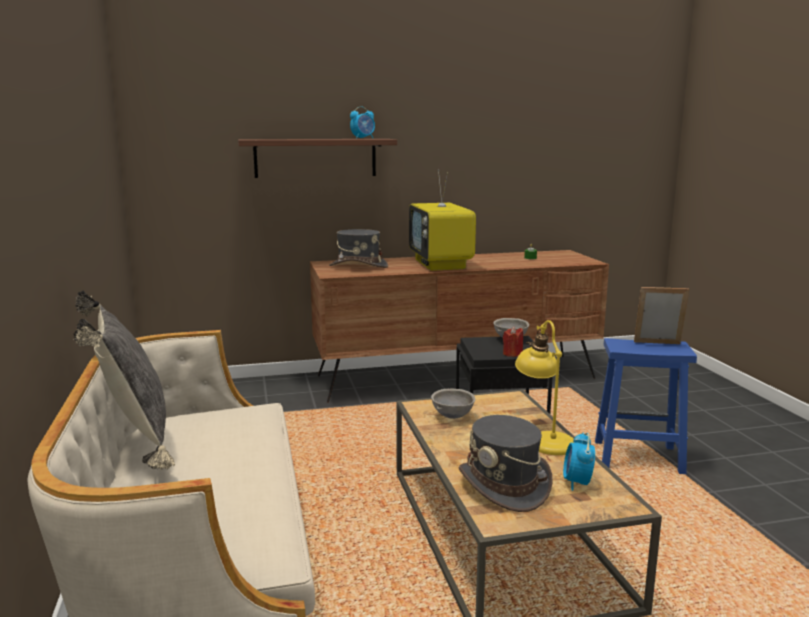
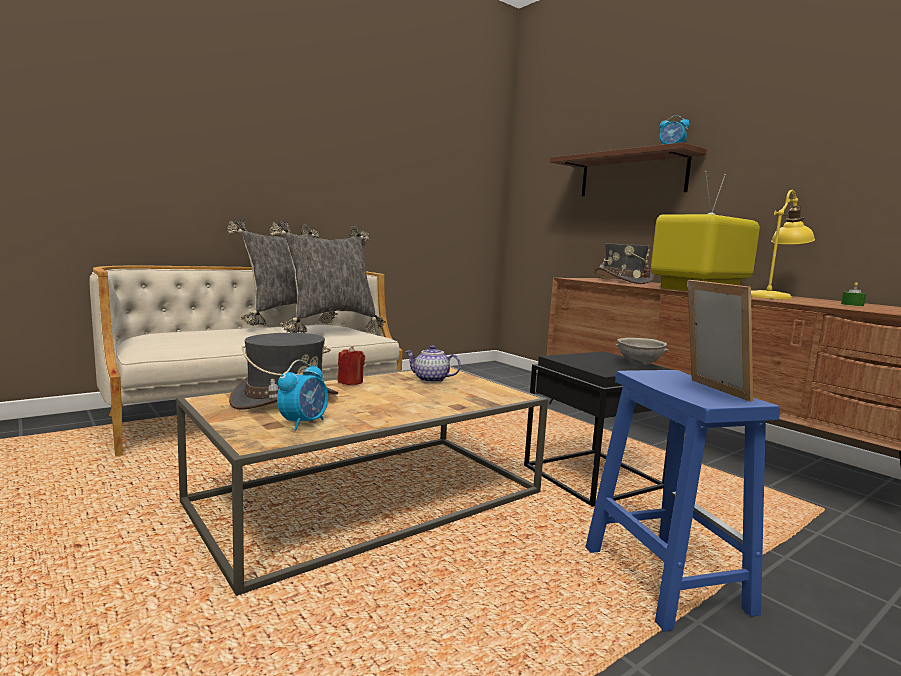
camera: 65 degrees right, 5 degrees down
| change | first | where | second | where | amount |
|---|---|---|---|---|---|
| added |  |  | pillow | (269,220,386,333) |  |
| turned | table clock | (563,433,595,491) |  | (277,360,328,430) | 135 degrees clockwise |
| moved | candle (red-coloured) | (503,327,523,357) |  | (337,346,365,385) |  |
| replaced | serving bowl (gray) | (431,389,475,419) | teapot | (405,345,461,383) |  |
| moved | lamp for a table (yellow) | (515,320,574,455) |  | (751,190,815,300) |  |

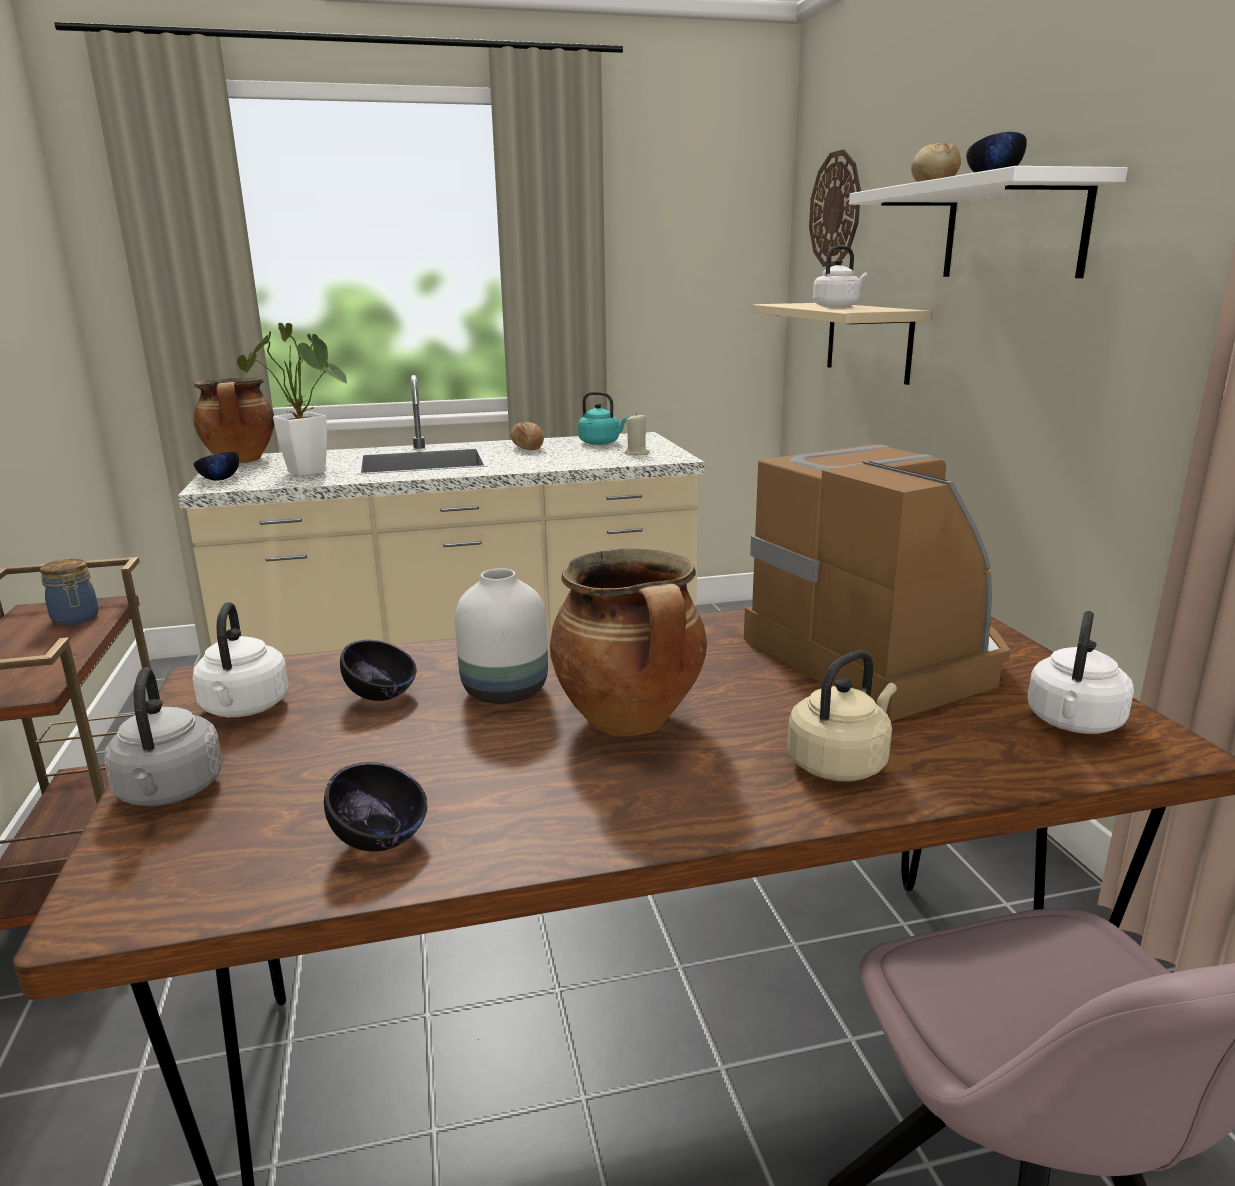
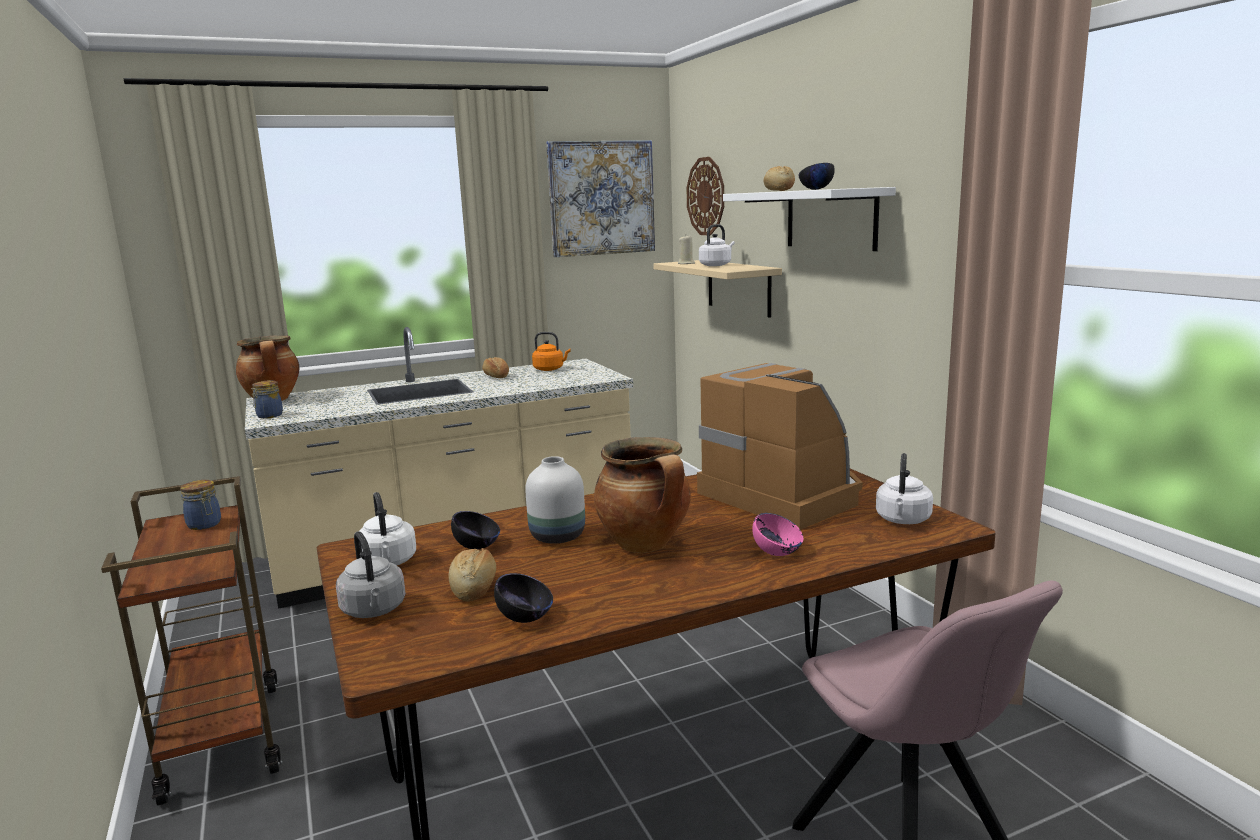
camera: 10 degrees left, 5 degrees down
| change | first | where | second | where | amount |
|---|---|---|---|---|---|
| replaced | serving bowl (black-coloured) | (193,452,239,481) | preserve jar | (251,381,283,418) |  |
| added |  |  | bread | (448,548,496,602) |  |
| recoloured | tea kettle (turquoise-coloured) | (578,392,629,445) | tea kettle (orange) | (532,332,570,371) |  |
| added |  |  | wall picture | (546,140,655,257) |  |
| moved | candle (sand-coloured) | (624,413,650,455) |  | (678,235,695,264) |  |
| replaced | tea kettle (sand-coloured) | (787,650,897,782) | serving bowl (pinkish) | (752,513,803,556) |  |
| removed | houseplant | (237,323,348,476) |  |  |  |

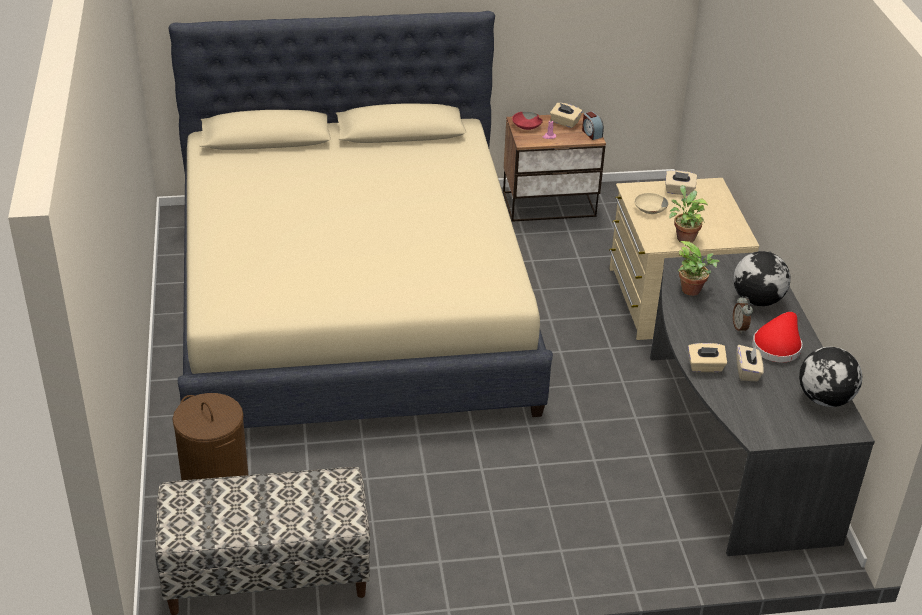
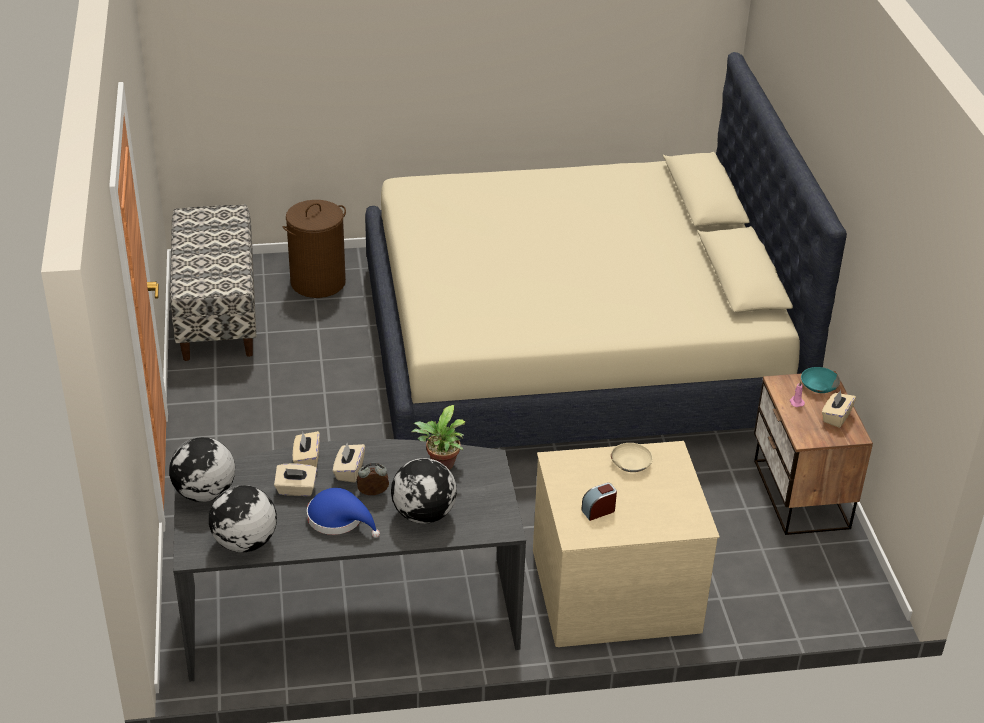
camera: 90 degrees right, 0 degrees up
| change | first | where | second | where | amount |
|---|---|---|---|---|---|
| added |  |  | desk globe | (169,437,235,502) |  |
| recoloured | hat (red-coloured) | (752,312,802,362) | hat (blue-coloured) | (307,488,380,538) |  |
| moved | box of tissues (sand-coloured) | (665,170,697,196) |  | (333,443,365,483) |  |
| moved | table clock | (582,111,604,140) |  | (581,483,617,521) |  |
| recoloured | serving bowl (red-coloured) | (512,111,543,130) | serving bowl (turquoise-coloured) | (801,367,840,393) |  |
| removed | houseplant | (669,185,708,243) |  |  |  |

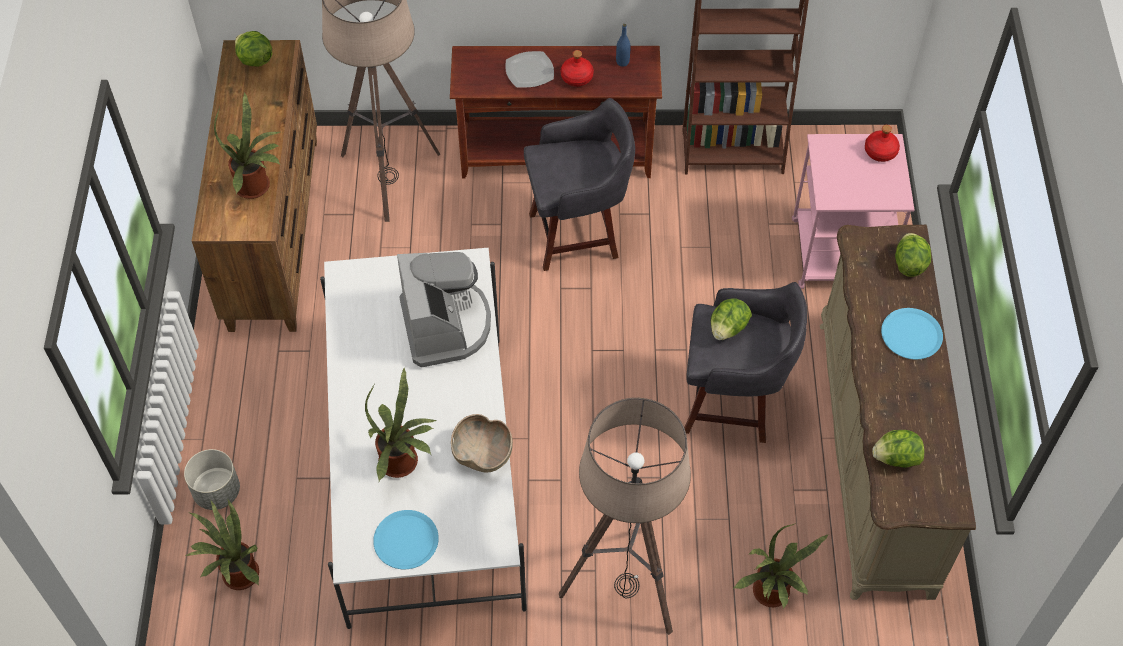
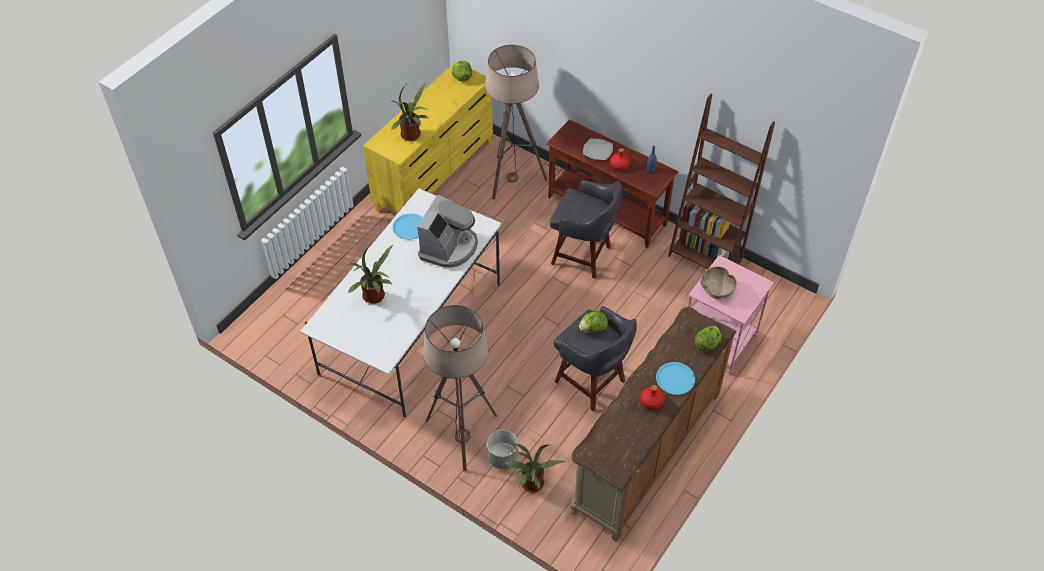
camera: 35 degrees right, 5 degrees down
| change | first | where | second | where | amount |
|---|---|---|---|---|---|
| recoloured | drawer chest (brown-coloured) | (192,40,317,332) | drawer chest (yellow) | (363,62,493,214) |  |
| moved | plate (blue-coloured) | (373,510,439,569) |  | (393,214,423,240) |  |
| moved | flower pot (gray) | (184,449,240,510) |  | (487,430,518,469) |  |
| moved | bottle (red-coloured) | (865,125,900,162) |  | (640,385,665,410) |  |
| moved | serving bowl (brown-coloured) | (451,414,513,473) |  | (701,266,737,299) |  |
| removed | houseplant | (185,500,259,590) |  |  |  |
| removed | lettuce | (872,430,924,468) |  |  |  |

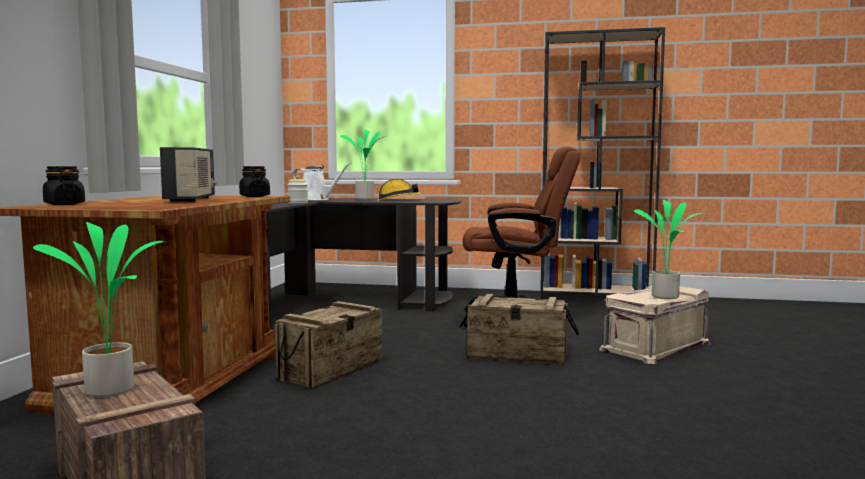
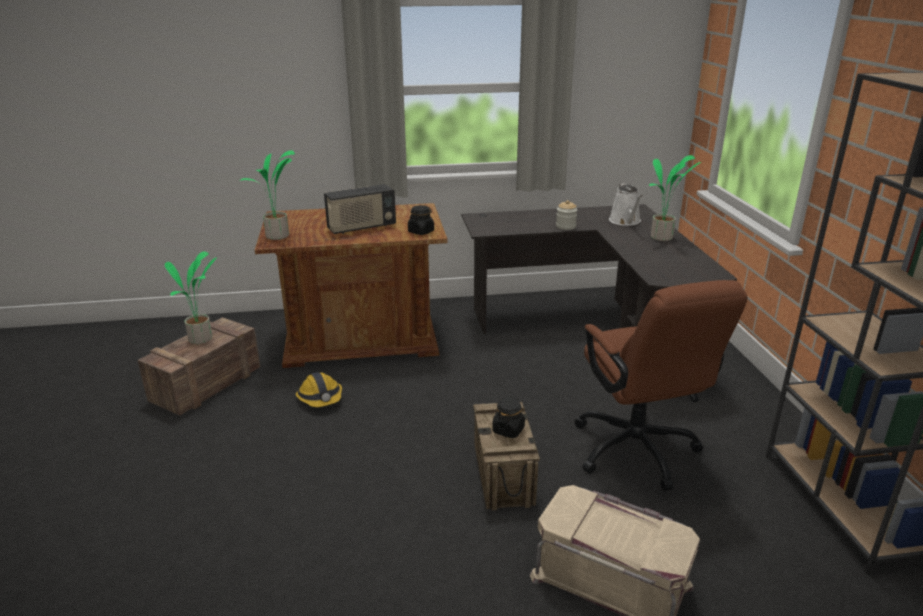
camera: 70 degrees right, 20 degrees up
| change | first | where | second | where | amount |
|---|---|---|---|---|---|
| moved | houseplant | (634,200,706,299) |  | (239,150,295,240) |  |
| moved | work helmet | (377,179,422,201) |  | (296,372,342,407) |  |
| moved | preserve jar (black-coloured) | (43,166,85,205) |  | (492,398,525,438) |  |
| removed | packing crate | (275,301,382,389) |  |  |  |

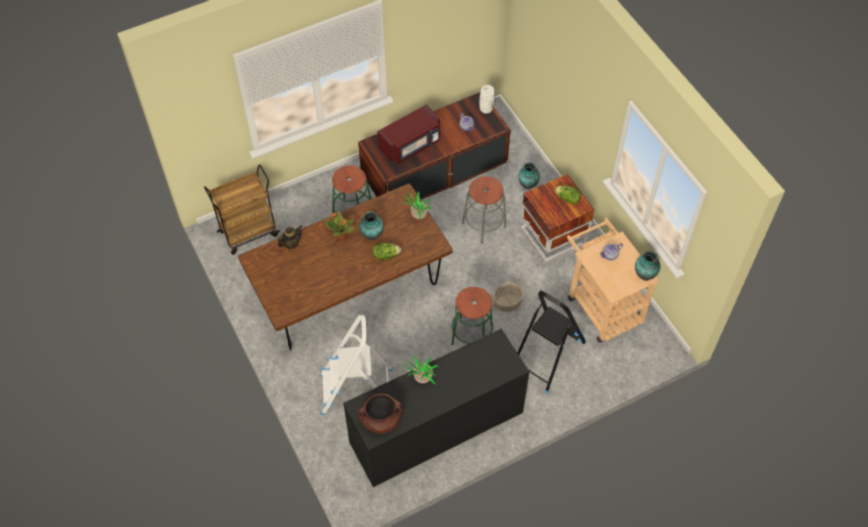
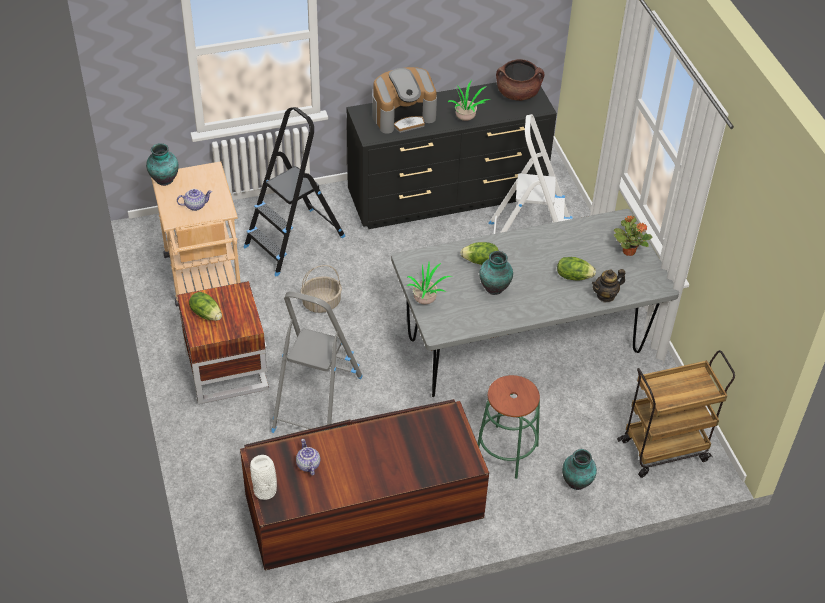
camera: 170 degrees left, 10 degrees down
| change | first | where | second | where | amount |
|---|---|---|---|---|---|
| replaced | sitting stool (gray) | (462,176,506,244) | stepladder (gray) | (271,291,363,433) |  |
| added |  |  | coffee brewer | (372,67,437,134) |  |
| recoloured | kitchen table (brown-coloured) | (238,184,453,350) | kitchen table (gray) | (391,209,679,397) |  |
| added |  |  | lettuce | (557,257,596,281) |  |
| moved | decorative vase | (518,162,540,189) |  | (562,449,597,490) |  |
| moved | houseplant | (325,212,354,239) |  | (614,216,653,256) |  |
| removed | microwave oven (red-coloured) | (377,104,440,164) |  |  |  |
| removed | sitting stool (green-coloured) | (451,287,493,345) |  |  |  |

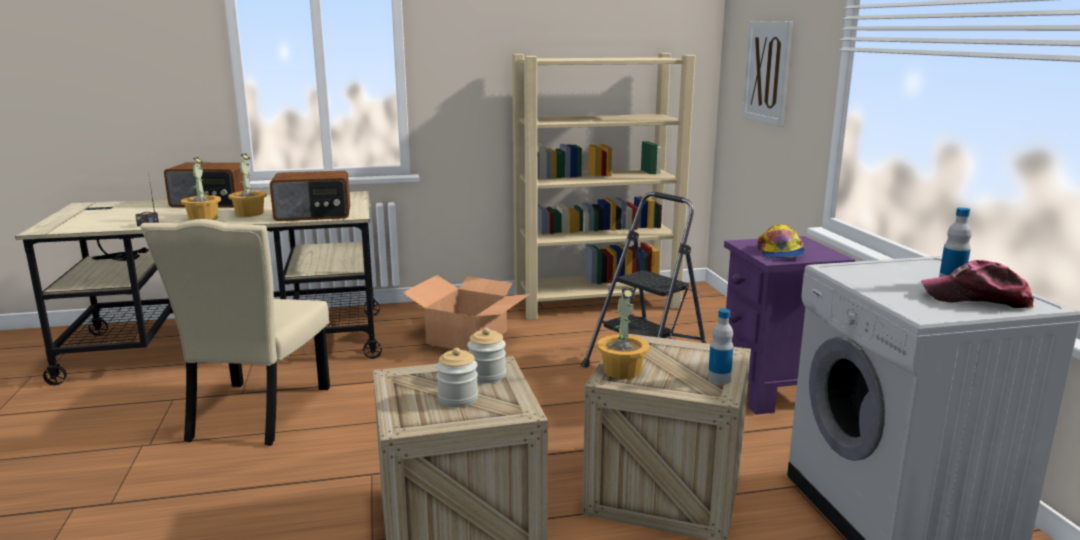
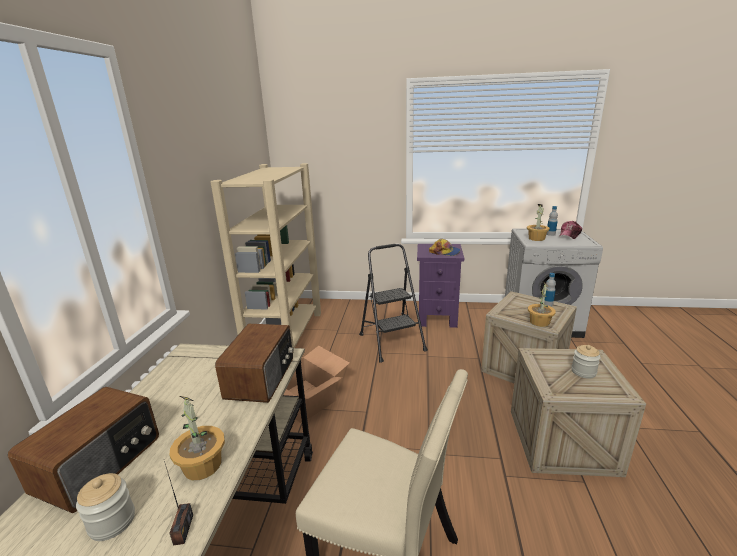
camera: 70 degrees left, 5 degrees up
| change | first | where | second | where | amount |
|---|---|---|---|---|---|
| moved | preserve jar | (467,328,506,383) |  | (76,473,135,541) |  |
| moved | houseplant | (228,153,267,217) |  | (527,204,550,241) |  |
| removed | wall picture | (742,21,793,127) |  |  |  |

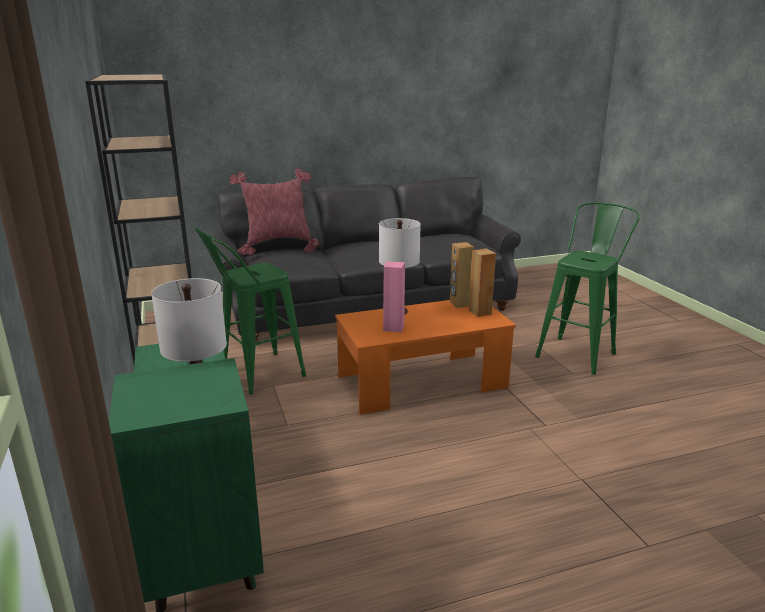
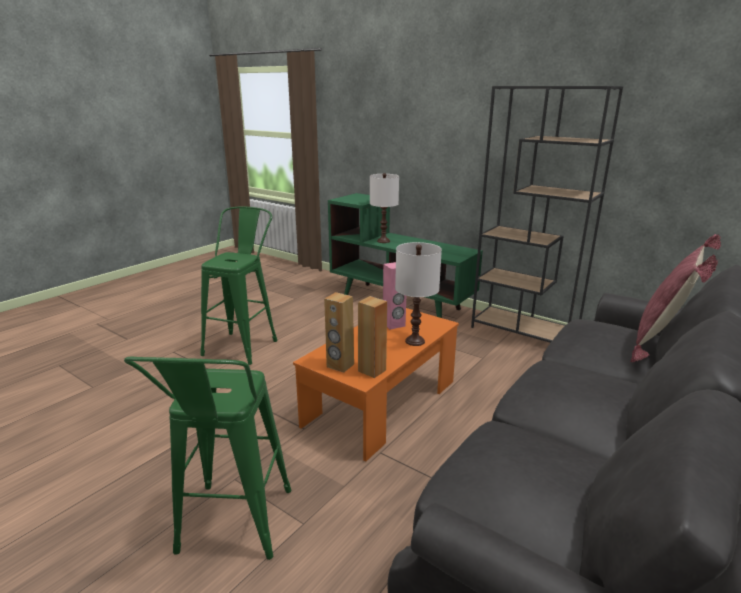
camera: 145 degrees right, 0 degrees up
| change | first | where | second | where | amount |
|---|---|---|---|---|---|
| moved | sitting stool (green-coloured) | (193,227,306,395) |  | (200,207,277,365) |  |

